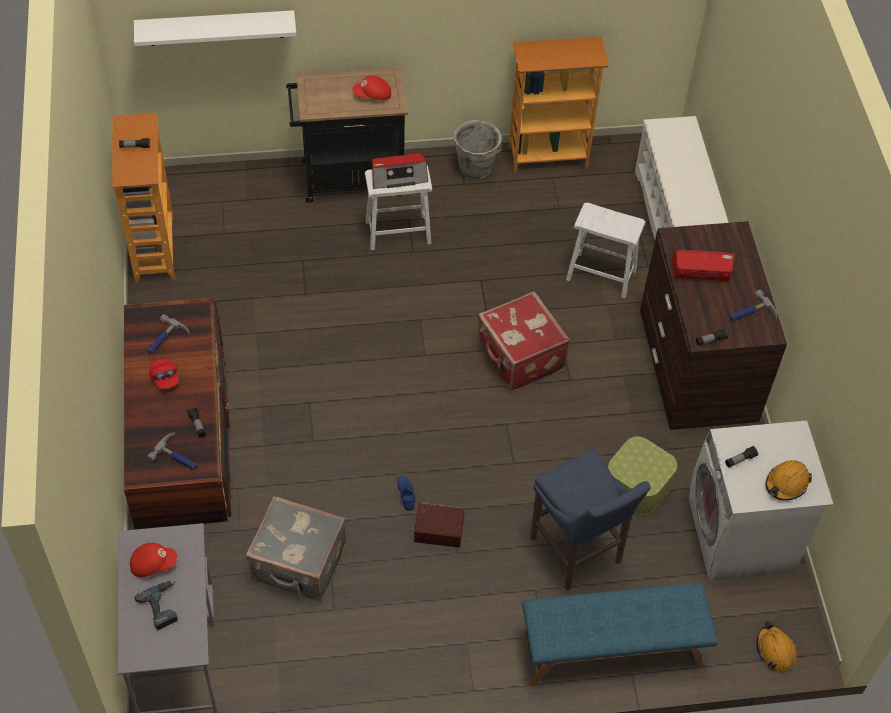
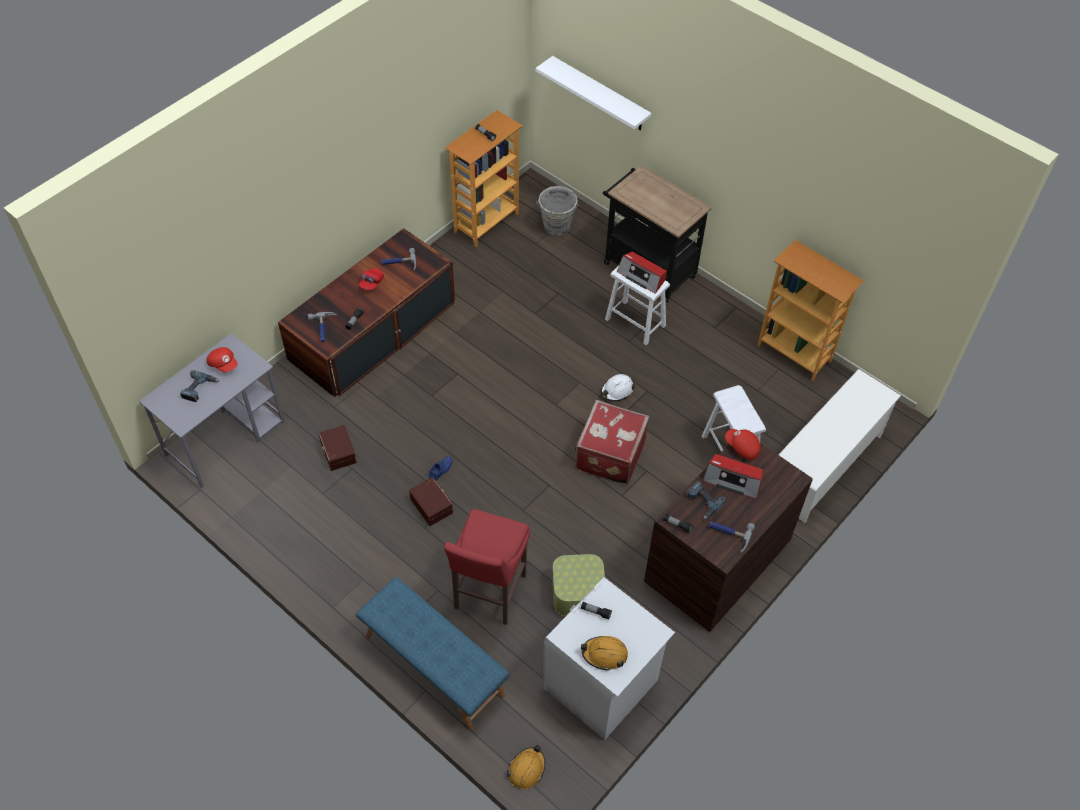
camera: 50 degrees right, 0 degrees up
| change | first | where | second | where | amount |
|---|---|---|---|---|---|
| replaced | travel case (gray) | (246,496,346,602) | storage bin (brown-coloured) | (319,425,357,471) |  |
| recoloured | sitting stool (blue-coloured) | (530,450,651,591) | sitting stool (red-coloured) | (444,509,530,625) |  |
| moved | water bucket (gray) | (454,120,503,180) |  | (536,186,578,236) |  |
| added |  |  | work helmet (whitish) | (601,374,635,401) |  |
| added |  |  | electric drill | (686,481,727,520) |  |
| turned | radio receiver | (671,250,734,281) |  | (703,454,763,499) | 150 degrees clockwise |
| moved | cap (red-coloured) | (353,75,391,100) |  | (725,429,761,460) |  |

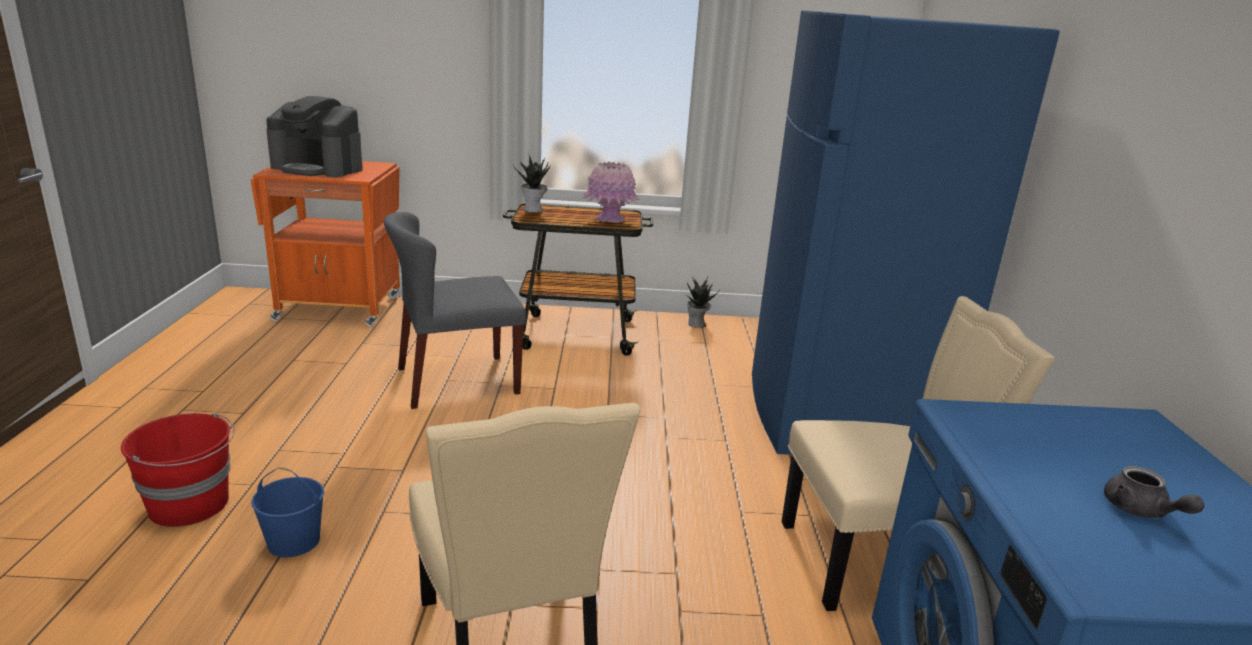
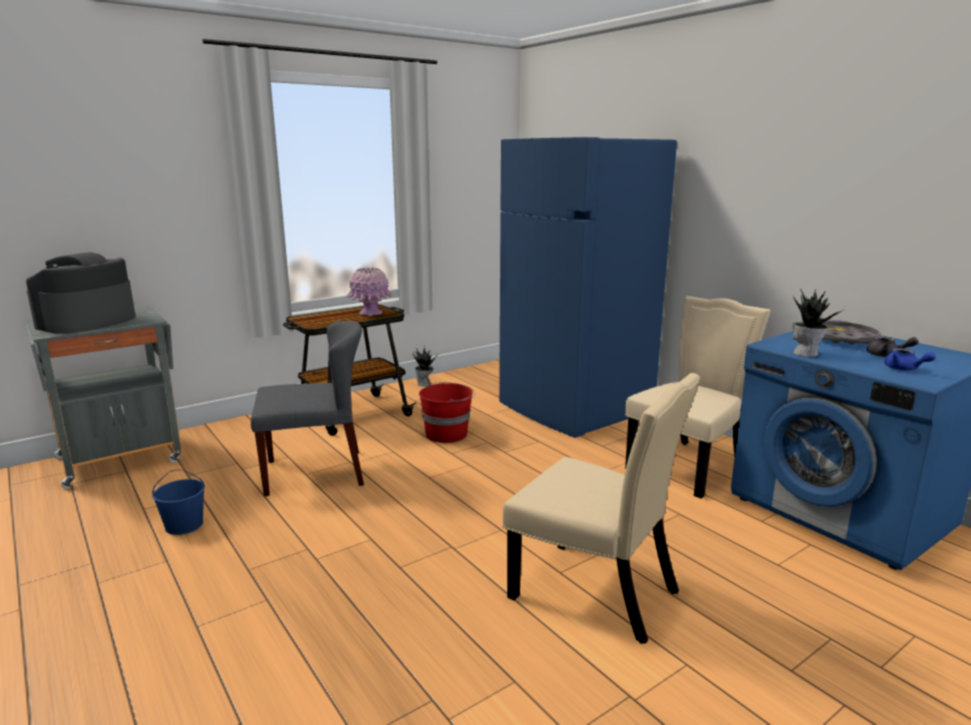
camera: 35 degrees left, 5 degrees down
| change | first | where | second | where | amount |
|---|---|---|---|---|---|
| turned | coffee brewer | (266,96,363,177) |  | (26,252,136,334) | 135 degrees clockwise |
| recoloured | wheeled cart (orange) | (250,161,400,327) | wheeled cart (gray) | (26,306,182,489) |  |
| moved | water bucket (blue-coloured) | (251,467,324,558) |  | (152,469,205,535) |  |
| turned | chair (gray) | (384,212,526,409) |  | (251,321,364,496) | 135 degrees counterclockwise |
| moved | water bucket (red-coloured) | (121,413,235,527) |  | (419,382,475,443) |  |
| moved | houseplant | (513,153,550,213) |  | (793,288,846,357) |  |
| added |  |  | carrying tray (gray) | (822,320,881,345) |  |
| added |  |  | teapot (blue-coloured) | (884,348,936,370) |  |

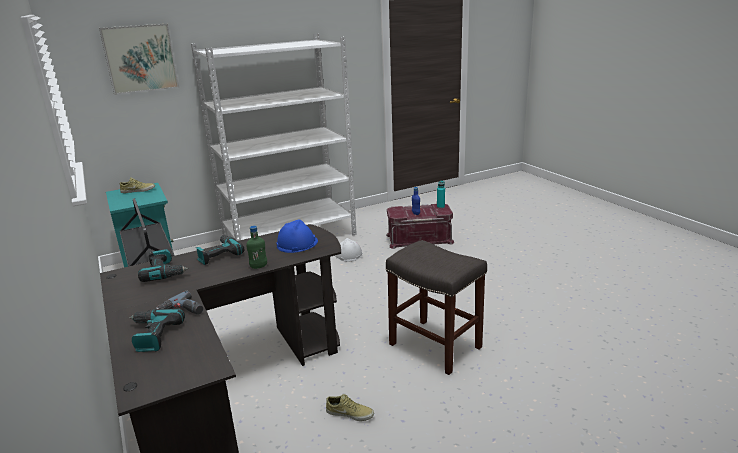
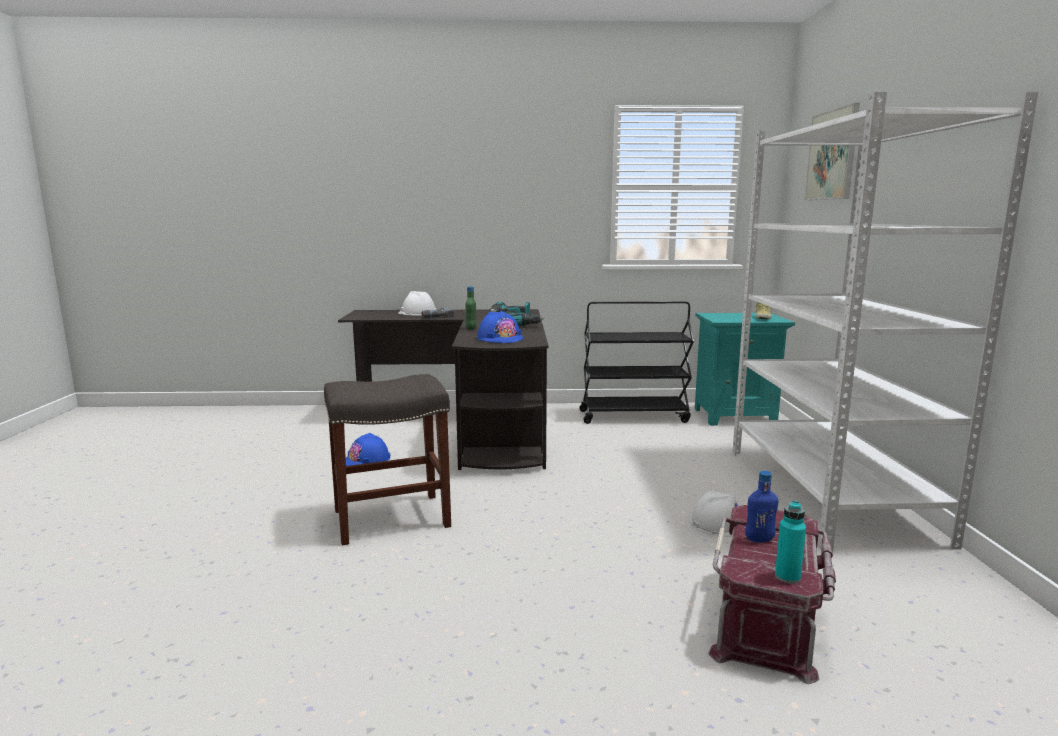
camera: 115 degrees right, 10 degrees down
| change | first | where | second | where | amount |
|---|---|---|---|---|---|
| replaced | shoe (sand-coloured) | (326,394,374,421) | work helmet (blue-coloured) | (346,433,390,466) |  |
| replaced | electric drill | (129,309,185,352) | work helmet (whitish) | (398,291,437,316) |  |

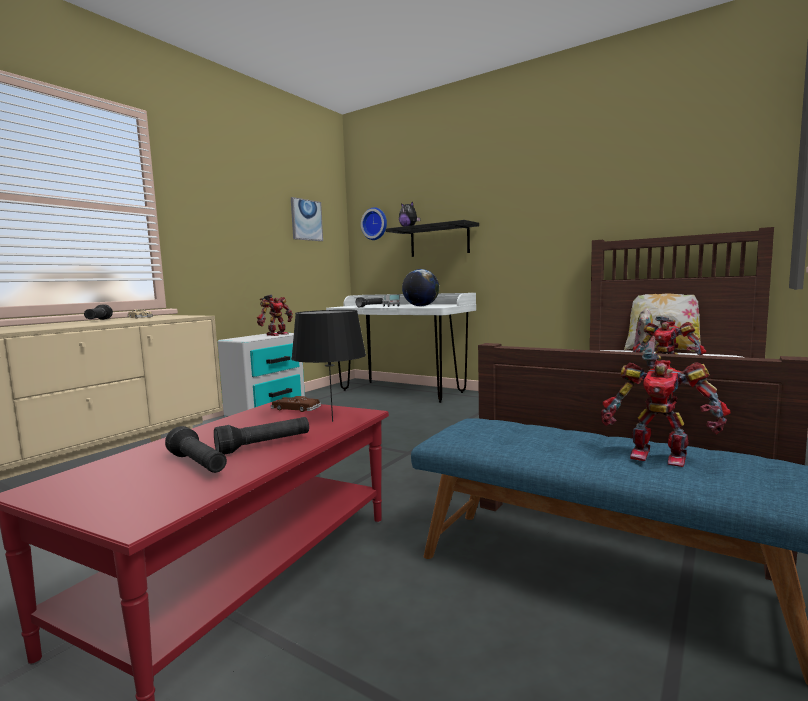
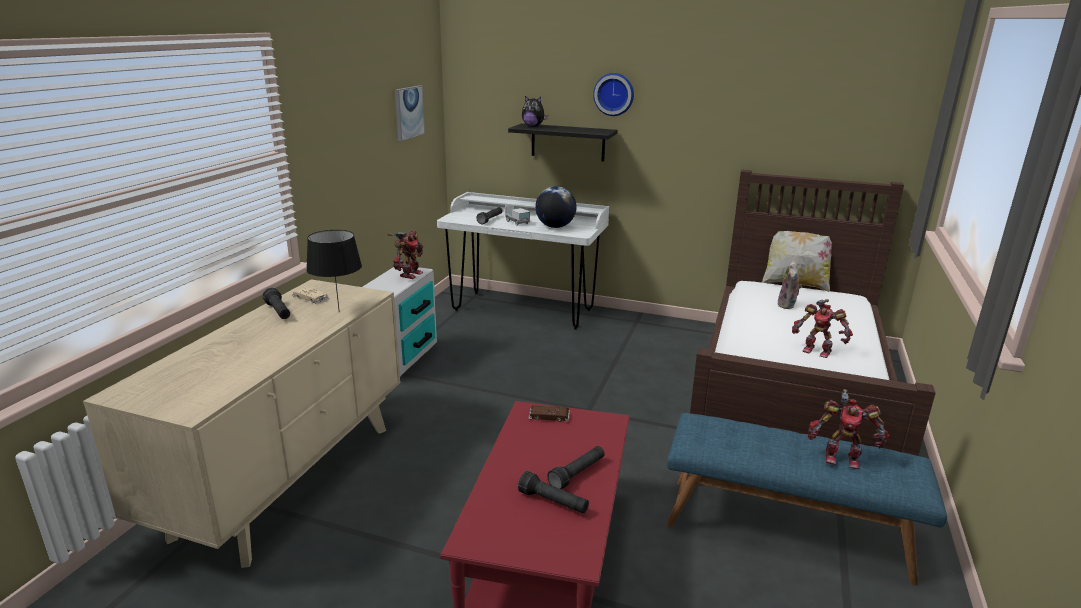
camera: 15 degrees left, 15 degrees up
| change | first | where | second | where | amount |
|---|---|---|---|---|---|
| moved | lamp for a table (black-coloured) | (291,310,366,422) |  | (306,230,362,312) |  |
| moved | clock on the wall | (361,207,387,240) |  | (593,73,634,116) |  |

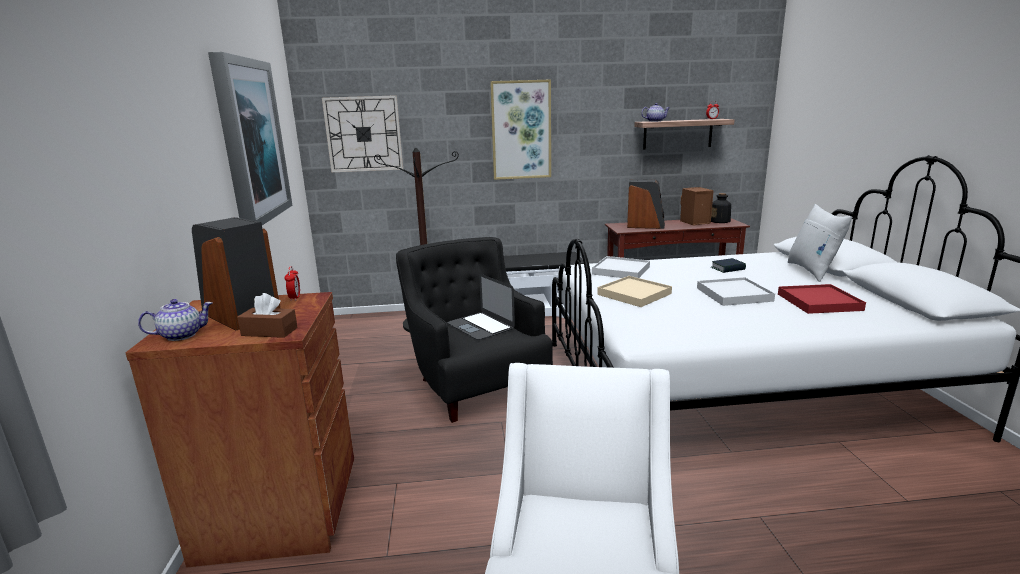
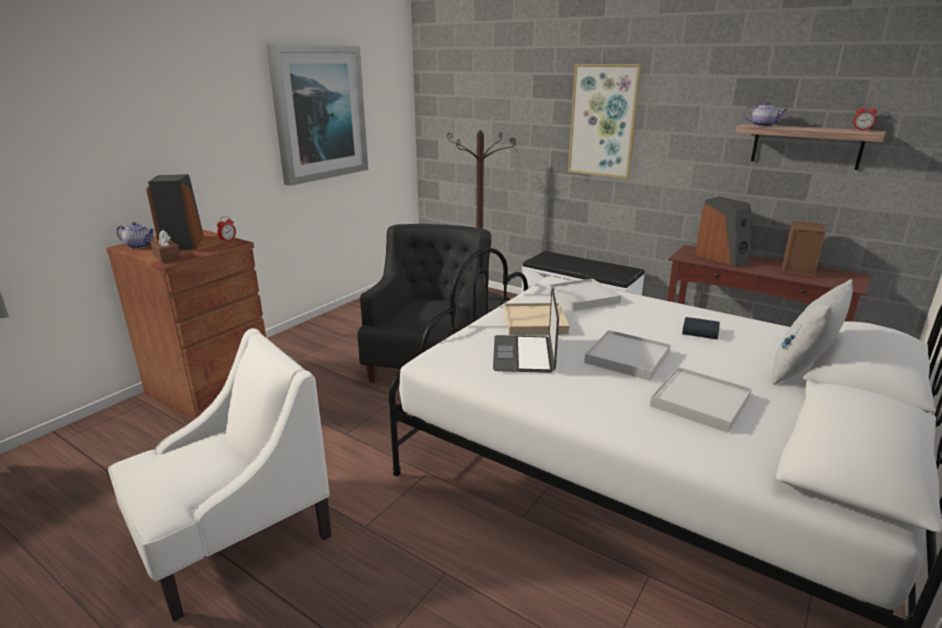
camera: 40 degrees right, 5 degrees up
| change | first | where | second | where | amount |
|---|---|---|---|---|---|
| moved | portable computer | (447,274,515,340) |  | (493,287,559,373) |  |
| recoloured | carrying tray (red-coloured) | (778,284,866,314) | carrying tray (whitish) | (650,367,752,433) |  |
| removed | clock on the wall | (322,95,403,172) |  |  |  |
| removed | bottle | (711,193,731,223) |  |  |  |

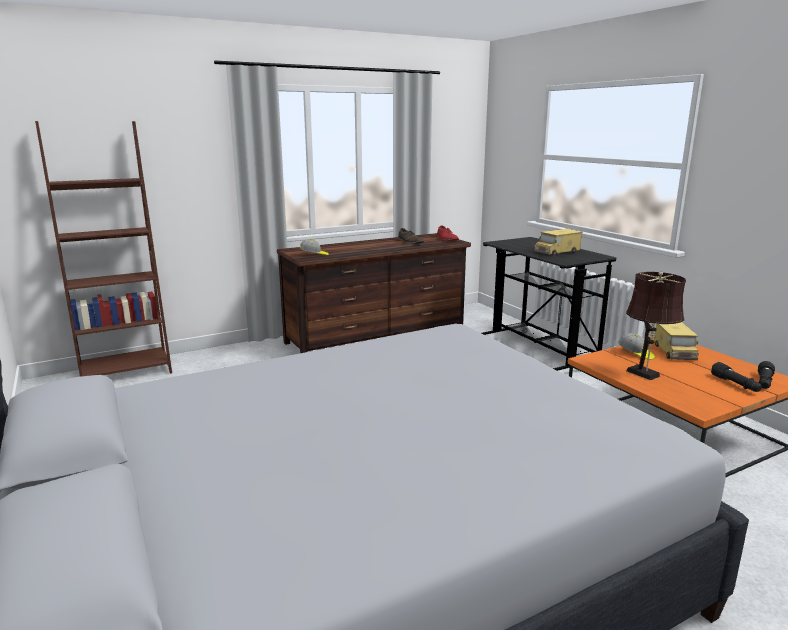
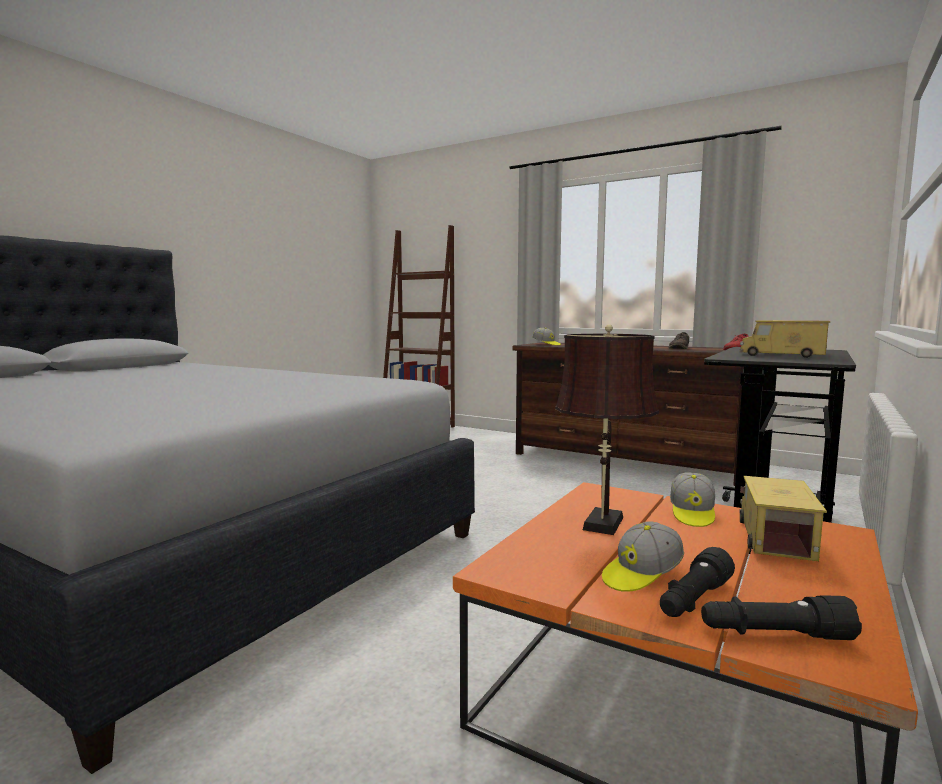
camera: 60 degrees right, 10 degrees down
| change | first | where | second | where | amount |
|---|---|---|---|---|---|
| added |  |  | cap | (602,521,684,592) |  |
| turned | toy truck | (654,322,699,360) |  | (739,476,827,561) | 135 degrees clockwise |

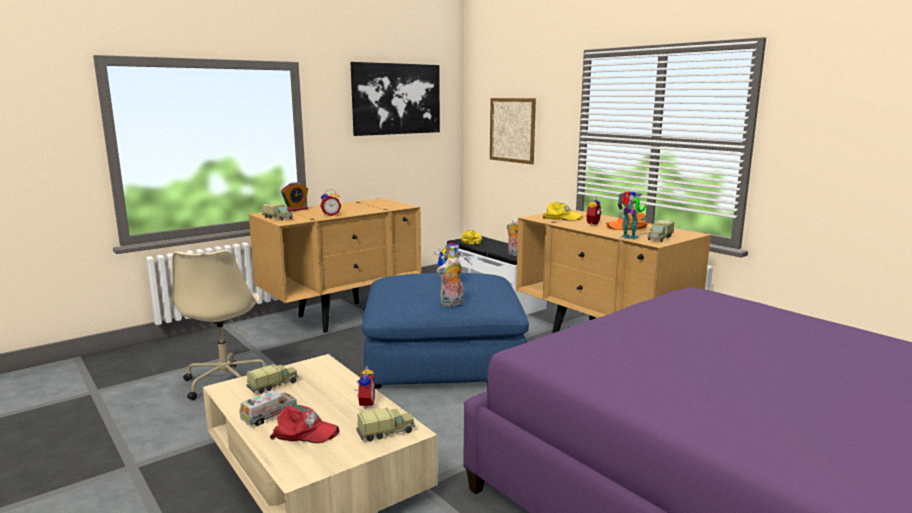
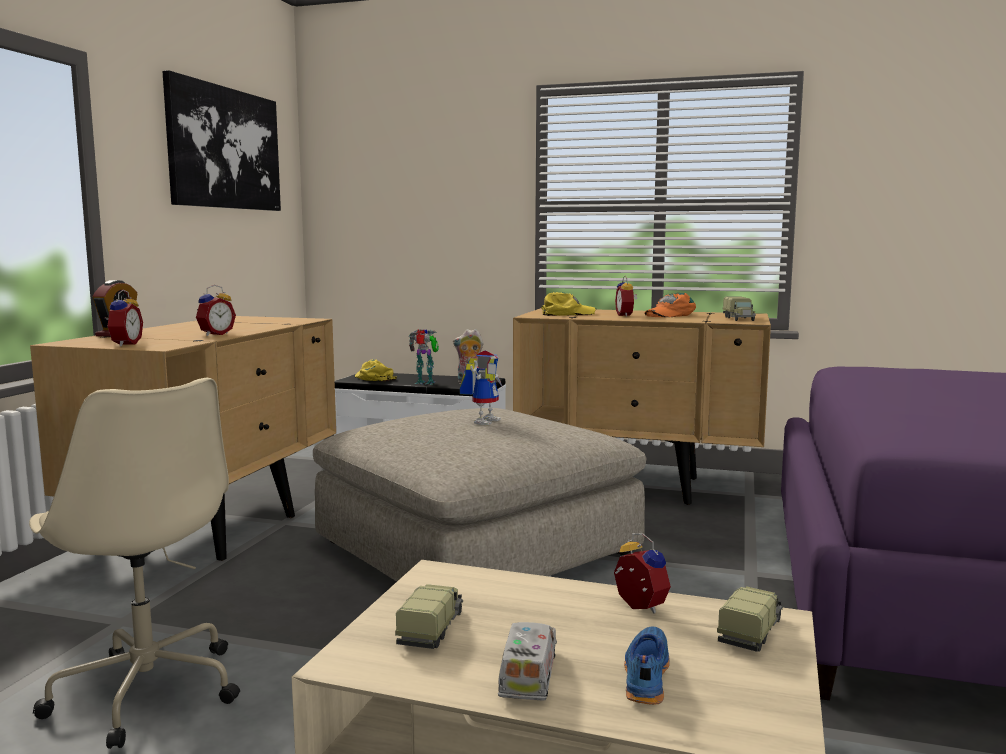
camera: 35 degrees left, 5 degrees down
| change | first | where | second | where | amount |
|---|---|---|---|---|---|
| replaced | toy truck | (262,203,293,221) | table clock | (105,290,143,346) |  |
| recoloured | footrest (blue-coloured) | (362,273,529,388) | footrest (sand-coloured) | (313,408,646,582) |  |
| moved | model robot | (618,191,646,240) |  | (409,329,439,385) |  |
| replaced | cap (red-coloured) | (270,405,340,443) | shoe (blue-coloured) | (624,627,670,705) |  |
| removed | soft toy | (436,257,464,306) |  |  |  |
| removed | wall picture | (490,98,536,164) |  |  |  |

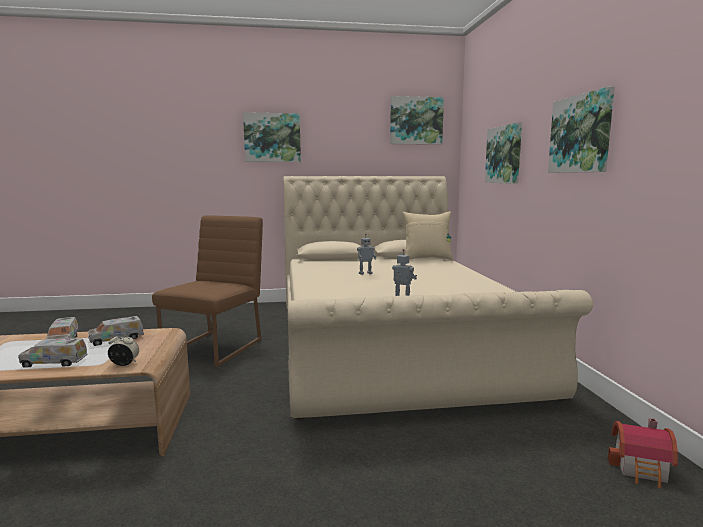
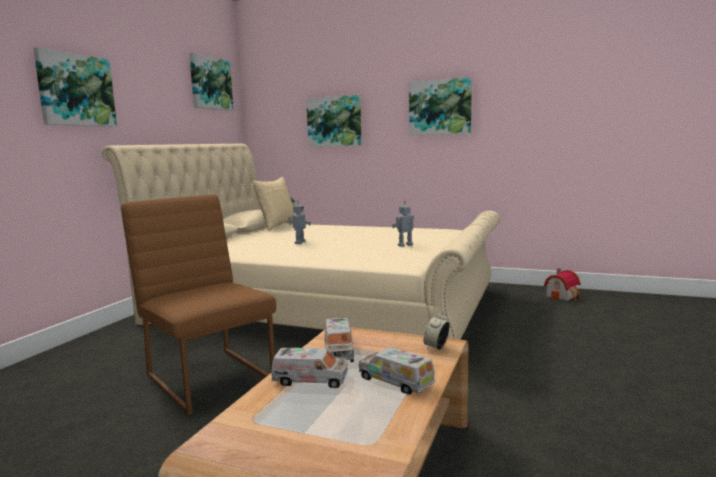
camera: 60 degrees left, 0 degrees up
| change | first | where | second | where | amount |
|---|---|---|---|---|---|
| turned | toy truck | (18,338,88,368) |  | (359,347,435,395) | 105 degrees clockwise |

